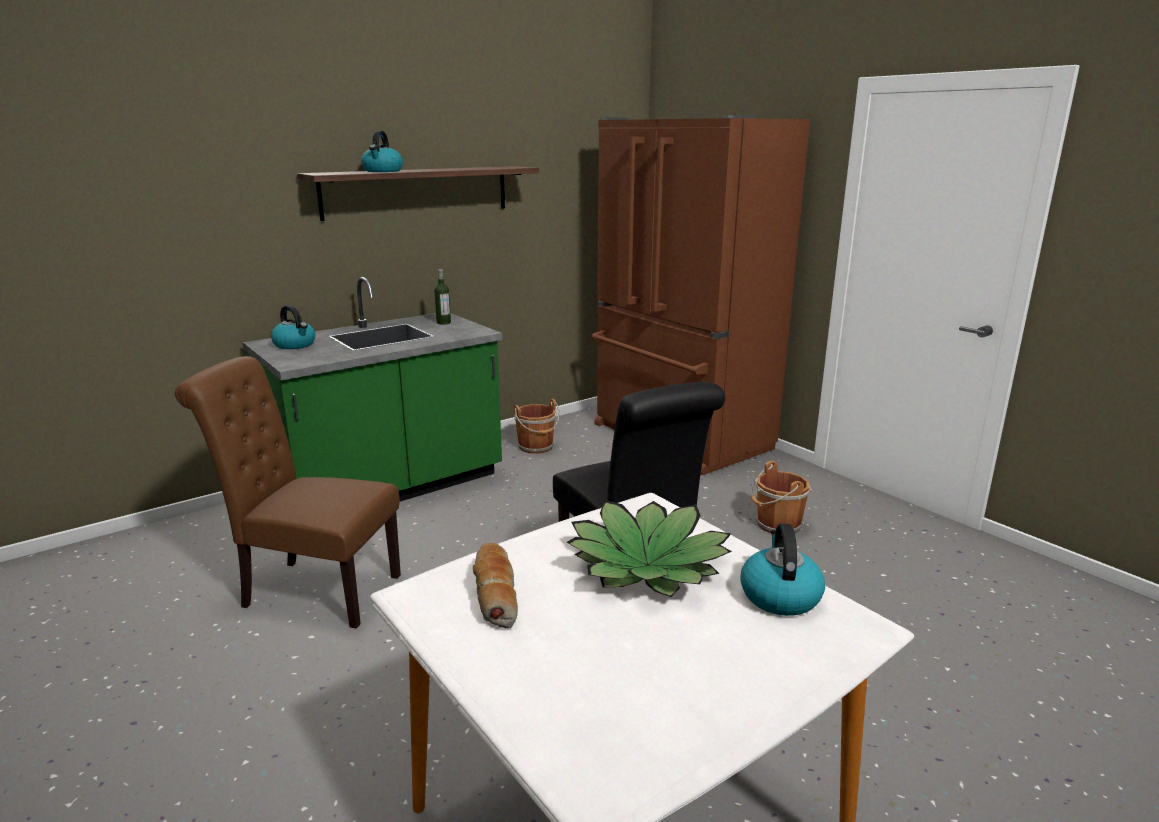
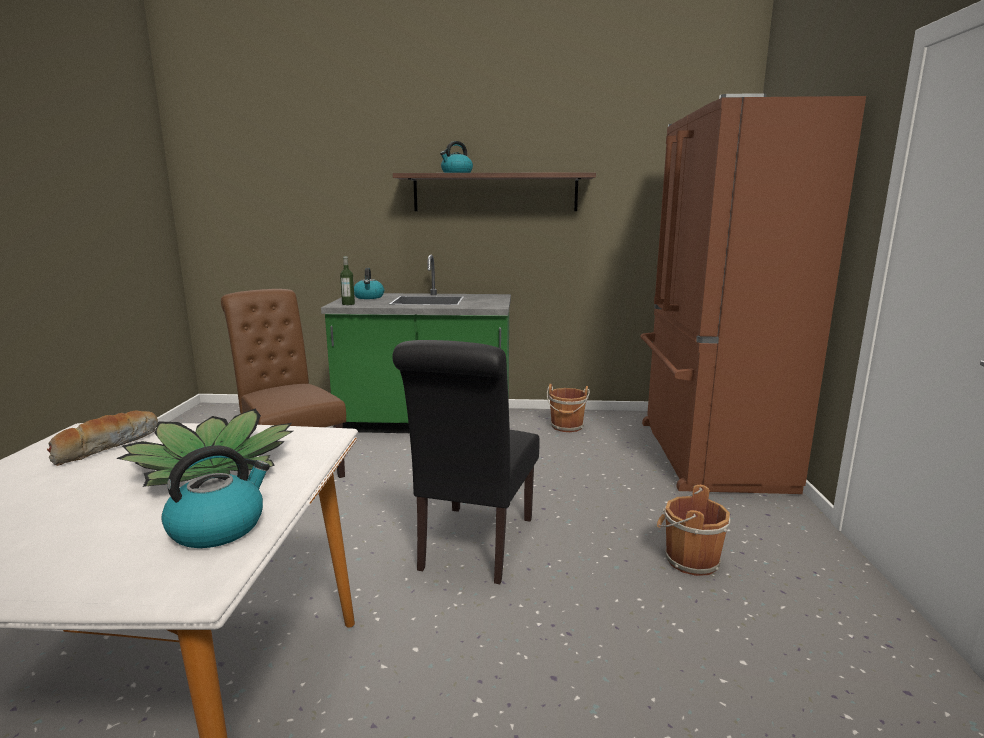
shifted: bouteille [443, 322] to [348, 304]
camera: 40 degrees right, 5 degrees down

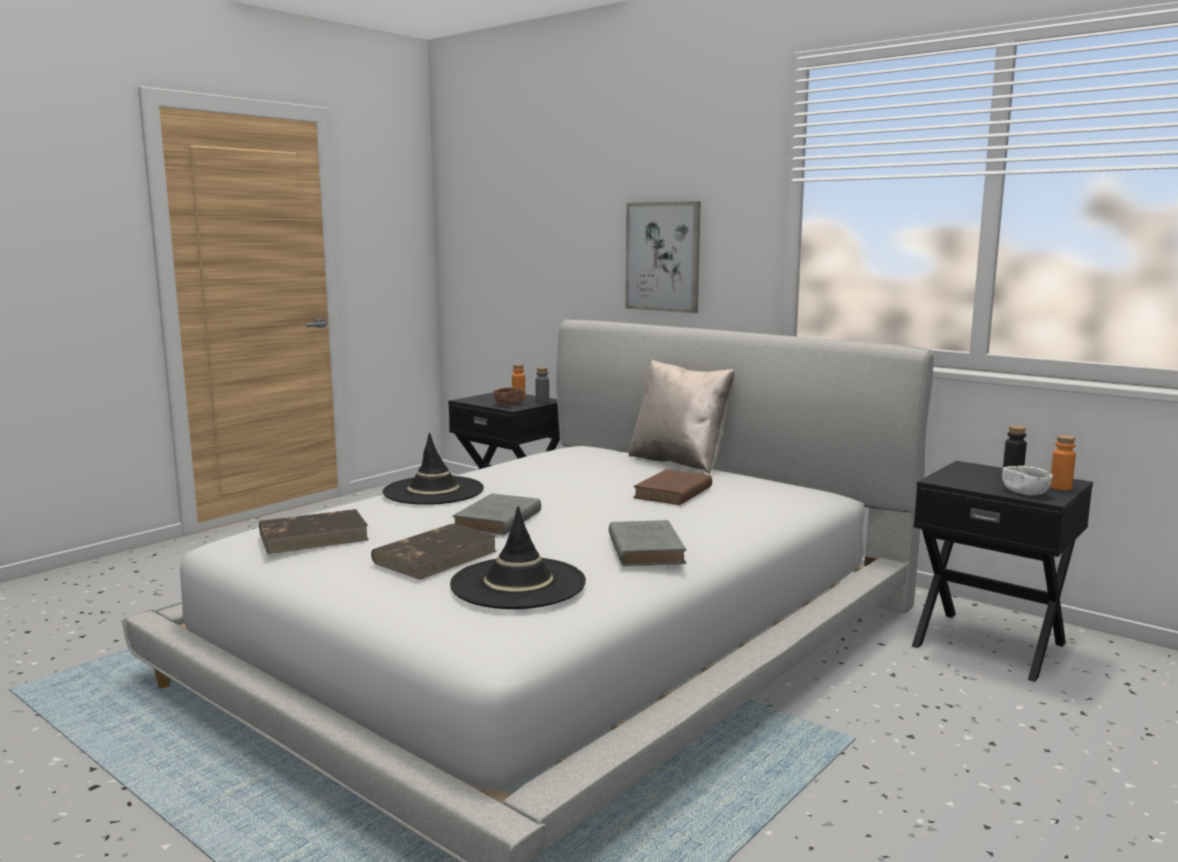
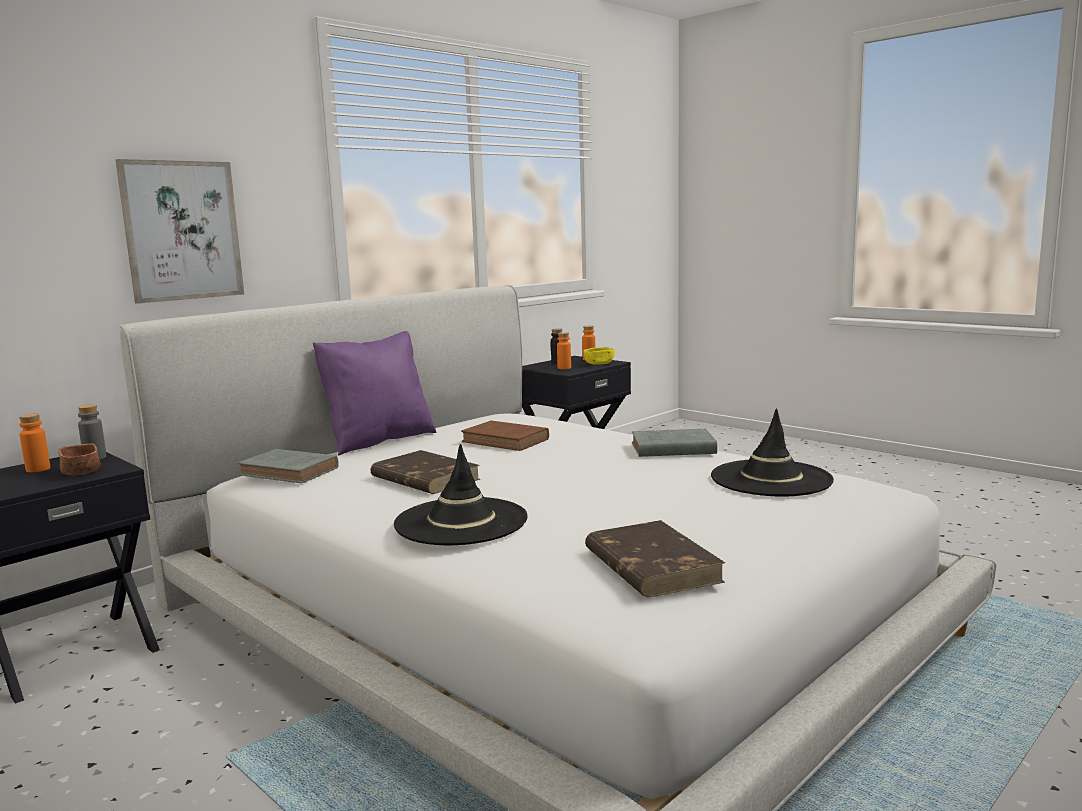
new: bouteille (orange) [564, 368]
shifted: livre (marron) [436, 556] to [424, 478]; livre (gris) [496, 521] to [291, 472]
repainted: coussin (beige) [679, 462] to coussin (violet) [378, 440]; bol (blanc) [1025, 492] to bol (jaune) [599, 363]
camera: 85 degrees left, 0 degrees up

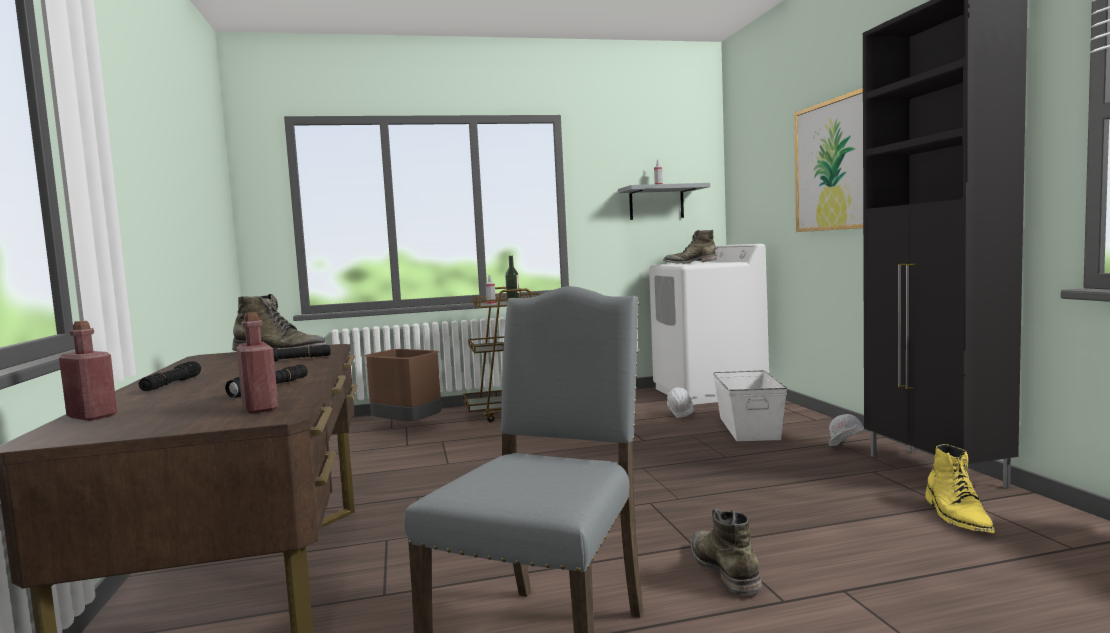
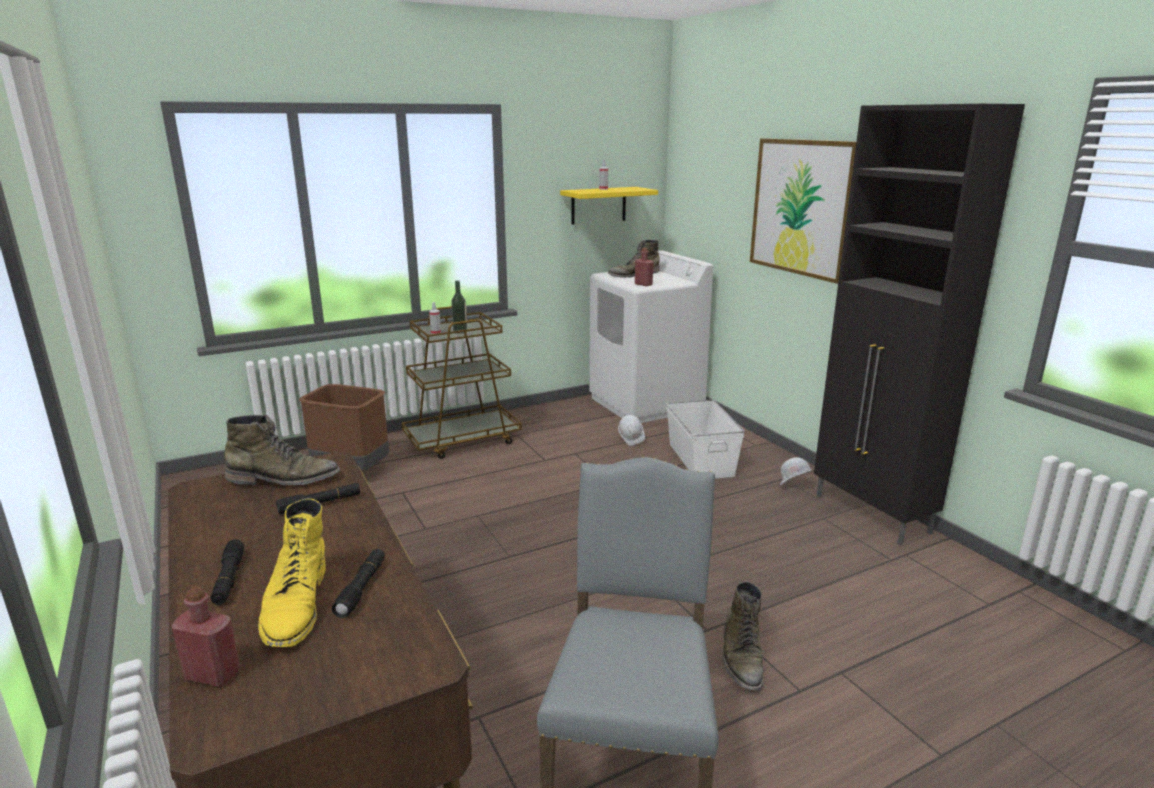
shifted: bouteille (rouge) [260, 408] to [643, 284]; botte (jaune) [957, 516] to [296, 605]
repainted: étagère (gris) [656, 203] to étagère (jaune) [598, 205]
rotated: botte (vert) [724, 569] = [741, 657] 150 degrees counterclockwise
camera: 15 degrees left, 15 degrees up

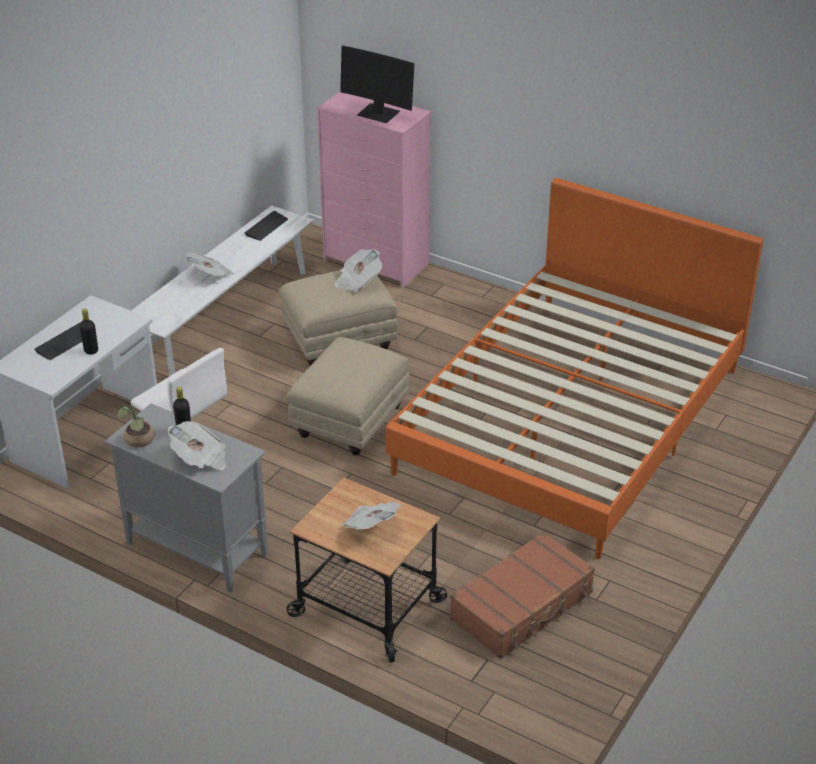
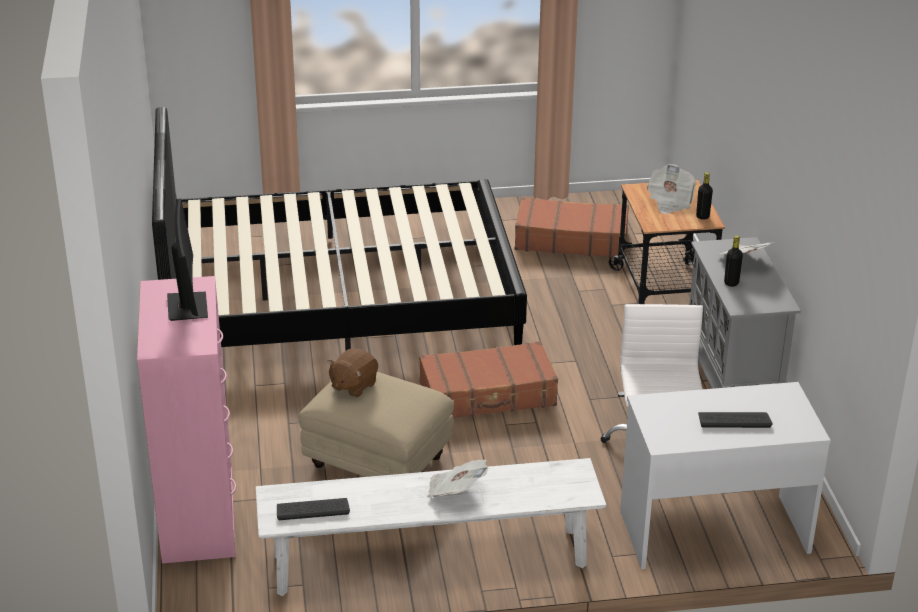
gone: plante en pot [138, 442]
shifted: bouteille (noir) [91, 351] to [702, 216]
swapped: pouf (beige) [349, 423] to valise (marron) [488, 395]; journal [358, 281] to peluche (marron) [353, 386]
repainted: lit (orange) [572, 419] to lit (noir) [338, 295]
camera: 130 degrees left, 5 degrees down

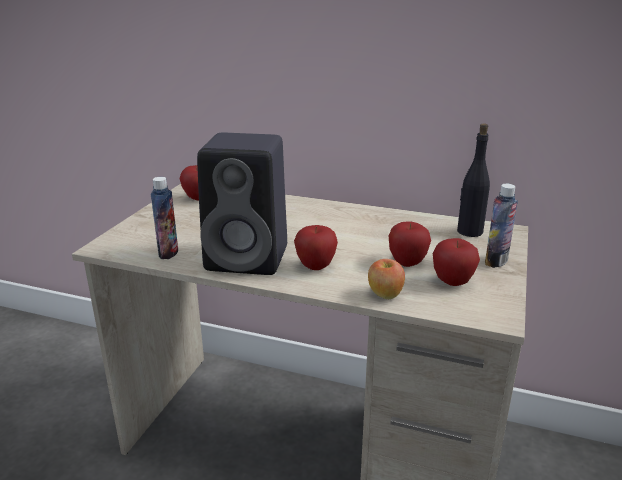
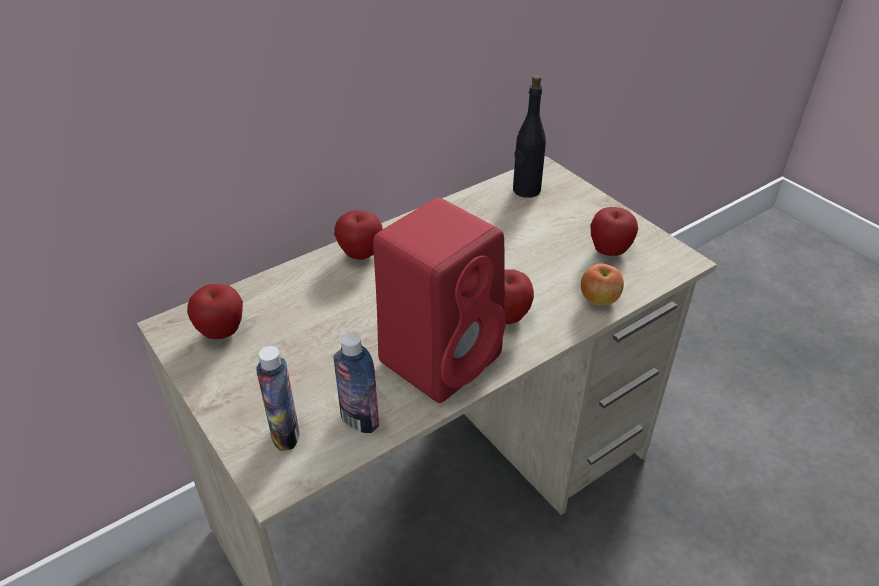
shifted: pomme [407, 263] to [360, 254]; bouteille [496, 261] to [285, 434]
repainted: enceinte (noir) [250, 258] to enceinte (rouge) [442, 356]
camera: 55 degrees left, 15 degrees up

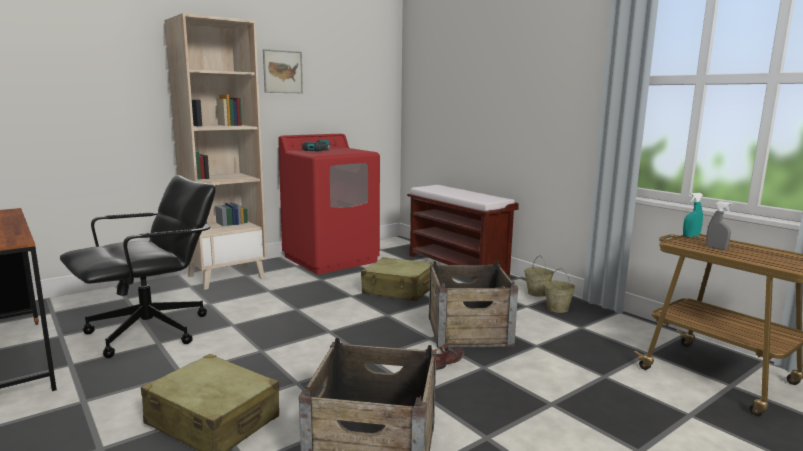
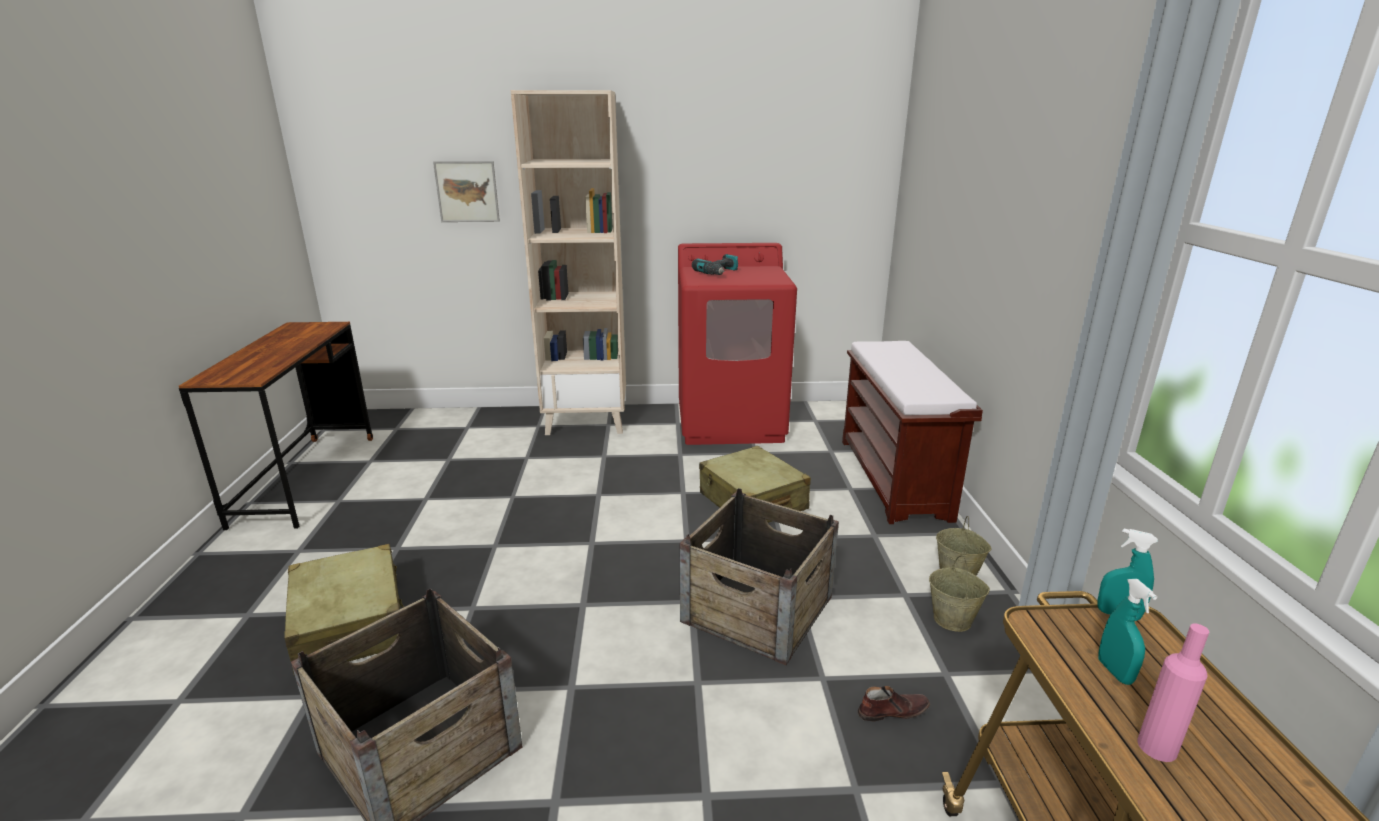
gone: chaise de bureau (noir) [151, 331]
new: bouteille (rose) [1157, 747]
shifted: tableau [283, 72] to [467, 191]; chaussure (marron) [447, 362] to [892, 711]
repainted: vaporisateur (gris) [716, 248] to vaporisateur (turquoise) [1114, 672]
camera: 35 degrees right, 10 degrees up

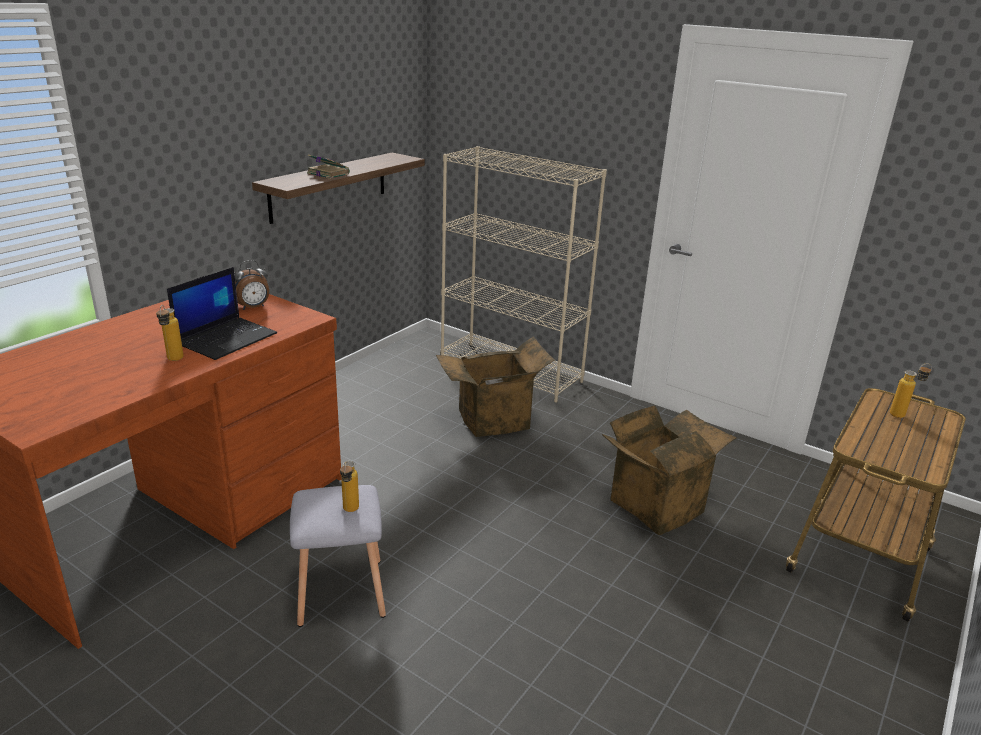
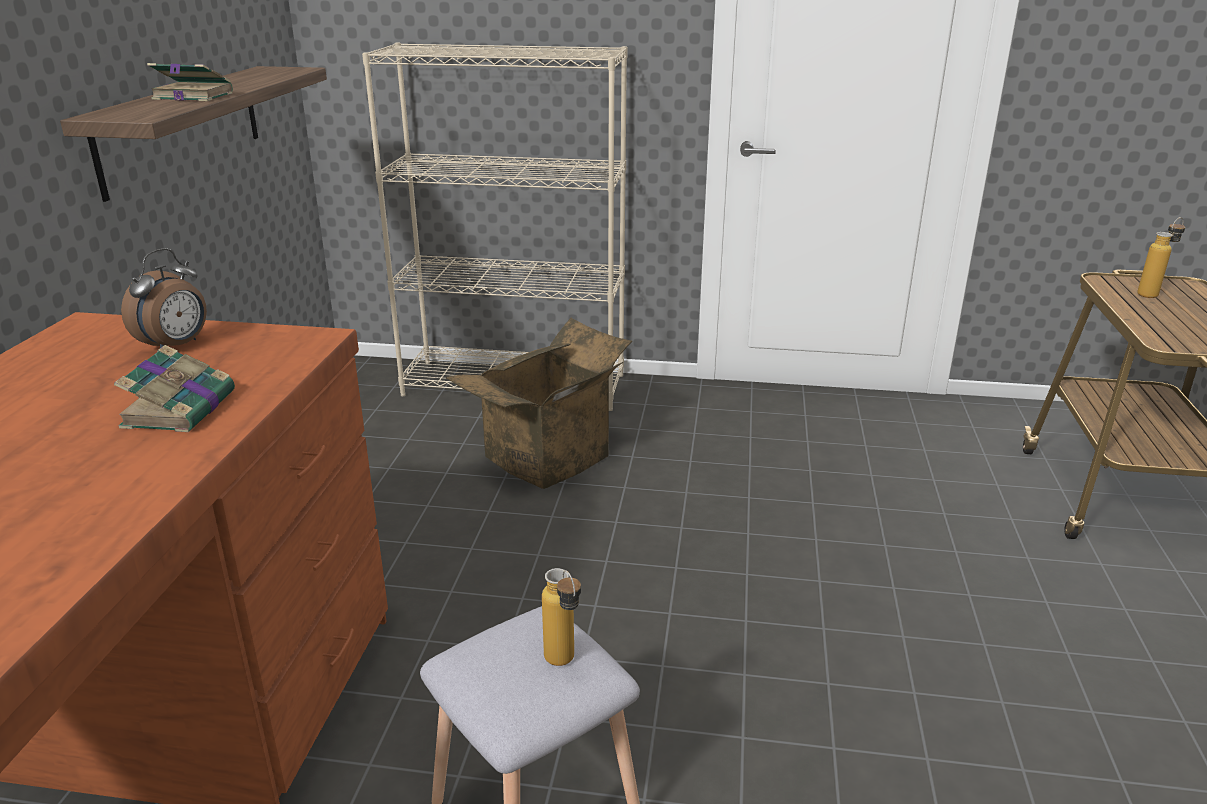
gone: bouteille [173, 361]; carton [654, 503]
swapped: ordinateur portable [227, 338] to livre [181, 408]
camera: 25 degrees left, 0 degrees up

